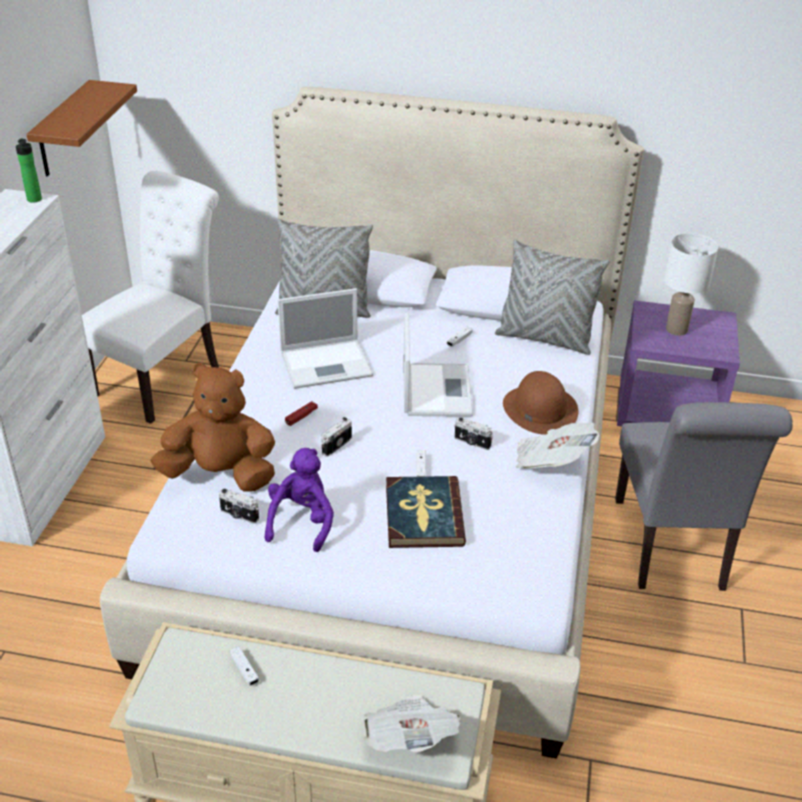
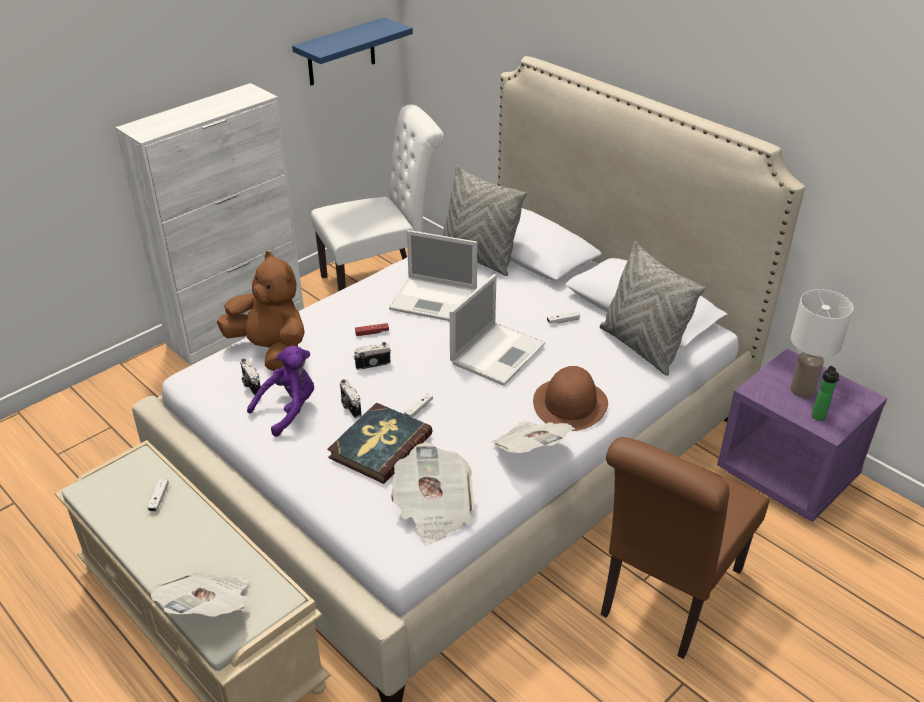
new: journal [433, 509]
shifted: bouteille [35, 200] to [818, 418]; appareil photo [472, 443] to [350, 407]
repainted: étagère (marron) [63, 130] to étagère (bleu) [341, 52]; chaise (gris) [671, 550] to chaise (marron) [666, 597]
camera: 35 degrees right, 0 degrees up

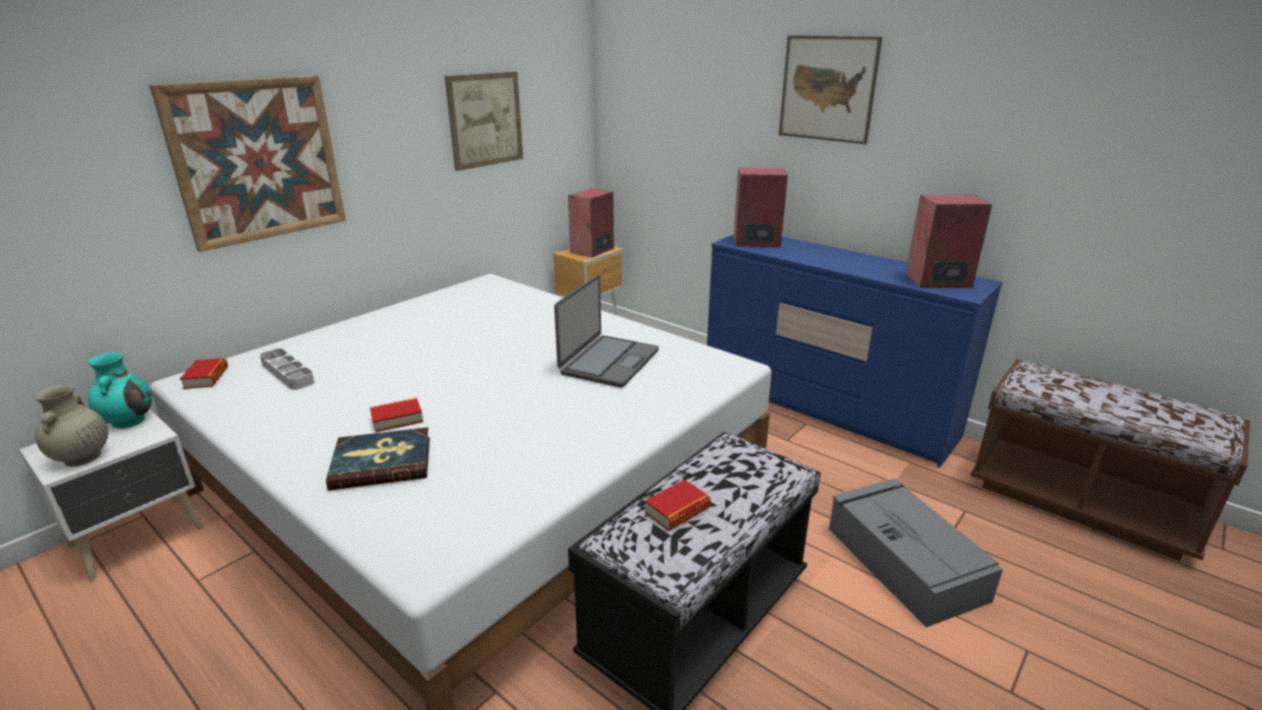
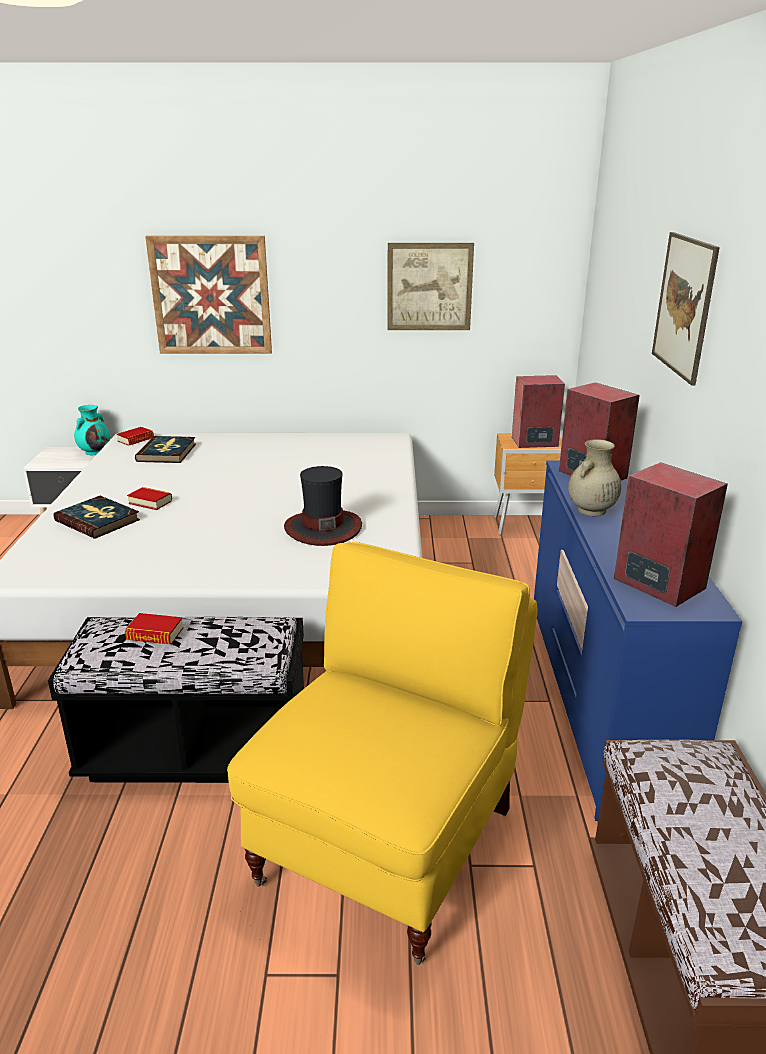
shifted: vase (beige) [82, 458] to [591, 510]
swapped: plateau (gris) [287, 373] to livre [167, 452]; ordinateur portable [608, 362] to chapeau [323, 528]; boîte de rangement (gris) [903, 561] to fauteuil (jaune) [389, 843]
camera: 50 degrees right, 0 degrees up

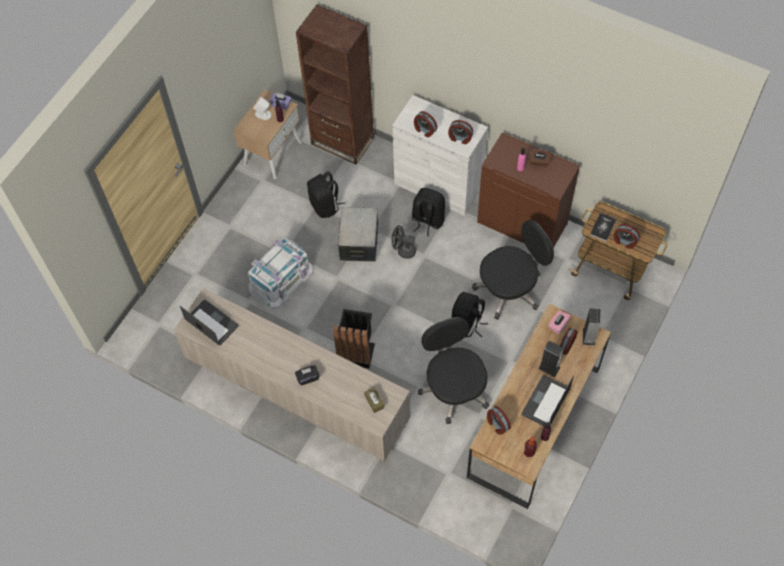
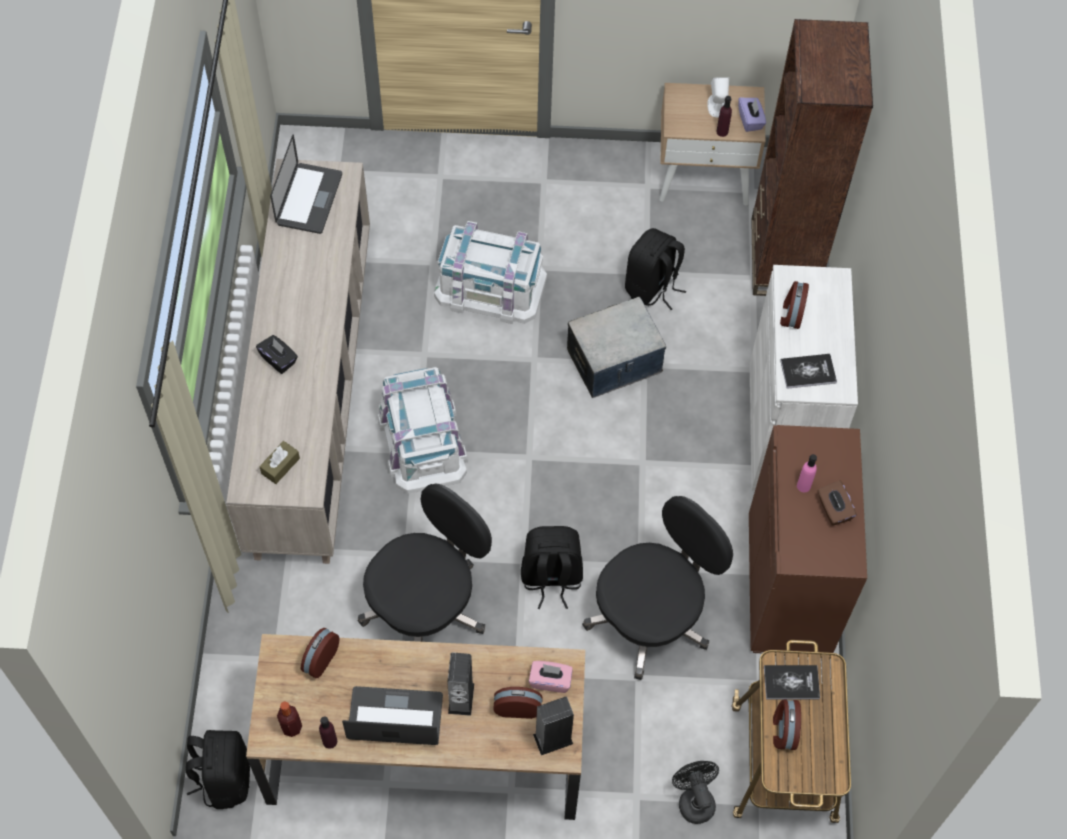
shifted: ventilateur (noir) [403, 250] to [694, 799]; sac à dos (noir) [427, 220] to [224, 778]
swapped: poubelle (noir) [356, 351] to boîte de rangement (blanc) [421, 440]; réveil [460, 138] to livre [808, 371]
rotated: chaise de bureau (noir) [510, 289] = [651, 616] 75 degrees counterclockwise
camera: 60 degrees right, 0 degrees up

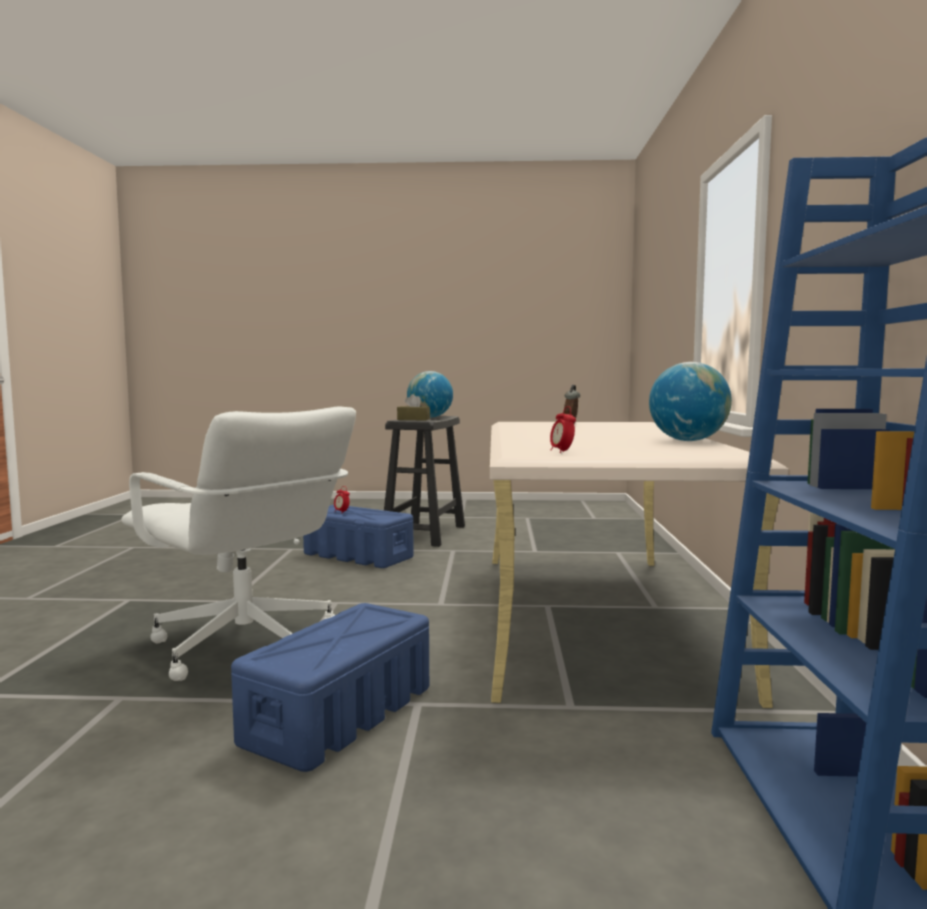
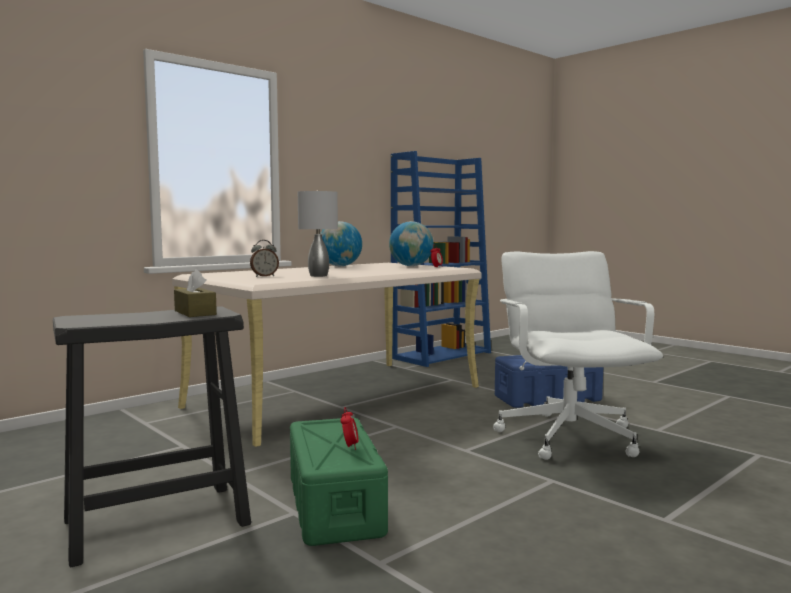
new: lampe de table (gris) [318, 276]
shifted: globe [430, 417] to [411, 266]
repainted: boîte de rangement (bleu) [358, 556] to boîte de rangement (vert) [334, 504]
camera: 135 degrees left, 0 degrees up

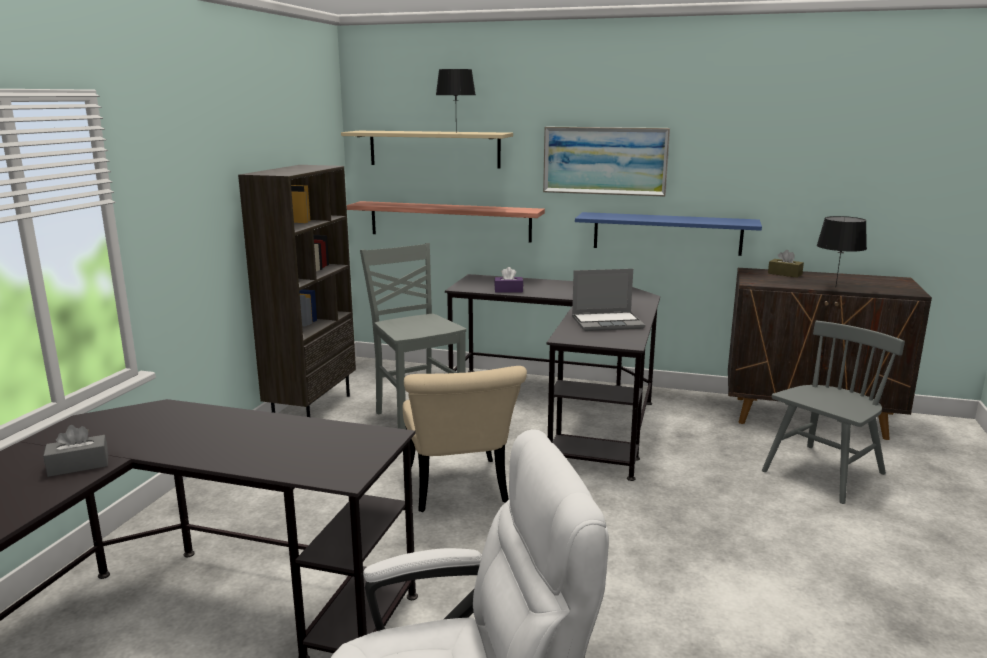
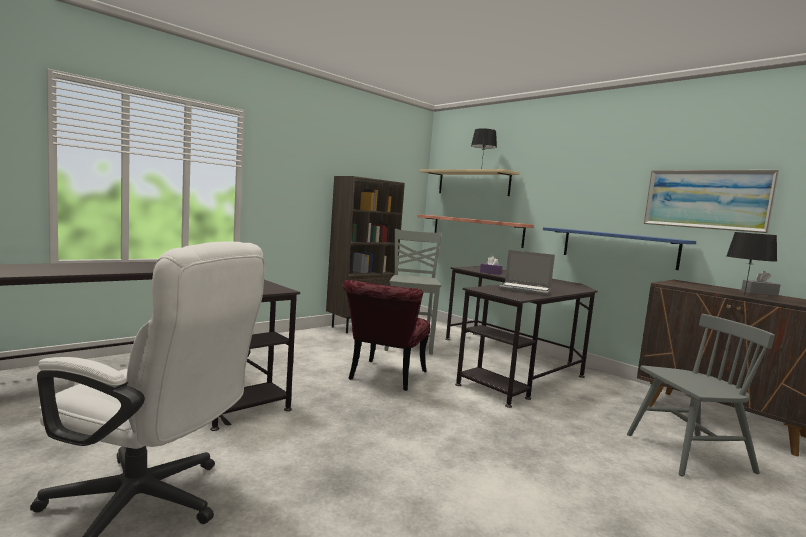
gone: boîte à mouchoirs (marron) [784, 274]
shifted: boîte à mouchoirs (gris) [78, 465] to [759, 293]; tableau [605, 160] to [706, 199]
repainted: chaise (beige) [459, 491] to chaise (rouge) [384, 378]
camera: 30 degrees right, 10 degrees down

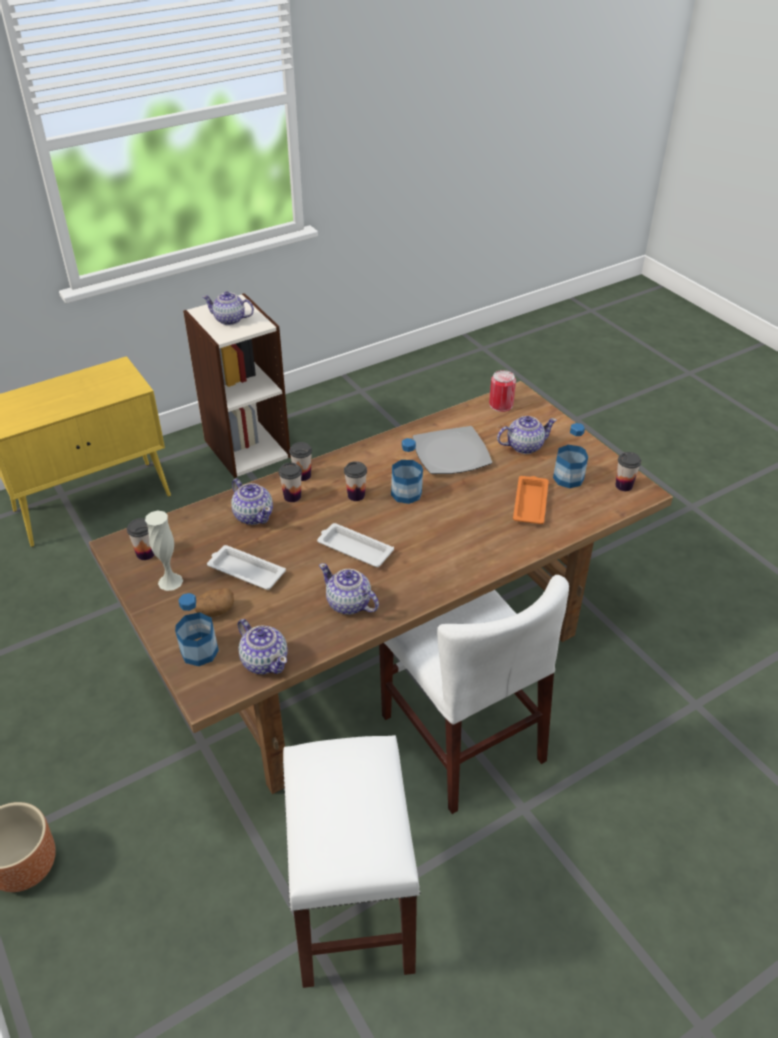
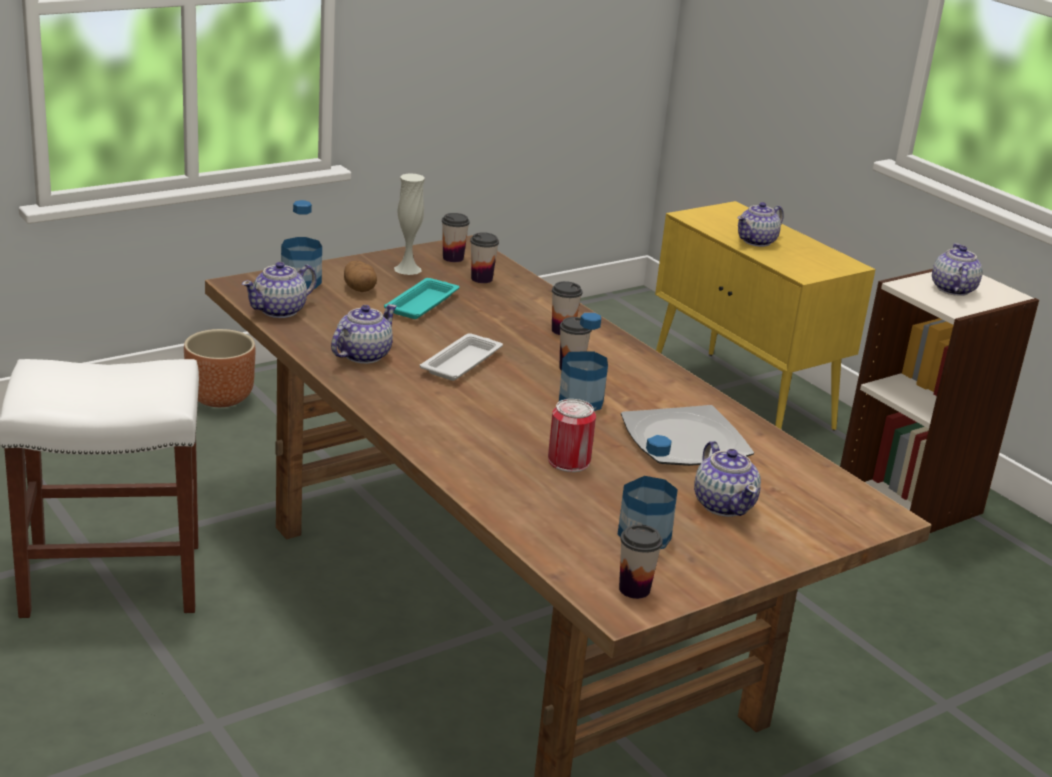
gone: chaise (blanc) [461, 737]; plateau (orange) [530, 503]
shifted: théière [253, 515] to [757, 241]; tasse [302, 475] to [481, 279]; boîte métallique [501, 405] to [569, 461]
repainted: plateau (blanc) [245, 571] to plateau (turquoise) [423, 303]
camera: 85 degrees right, 15 degrees down

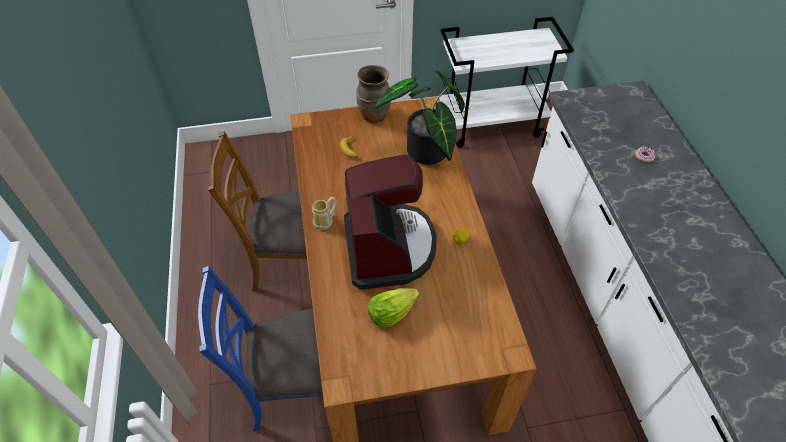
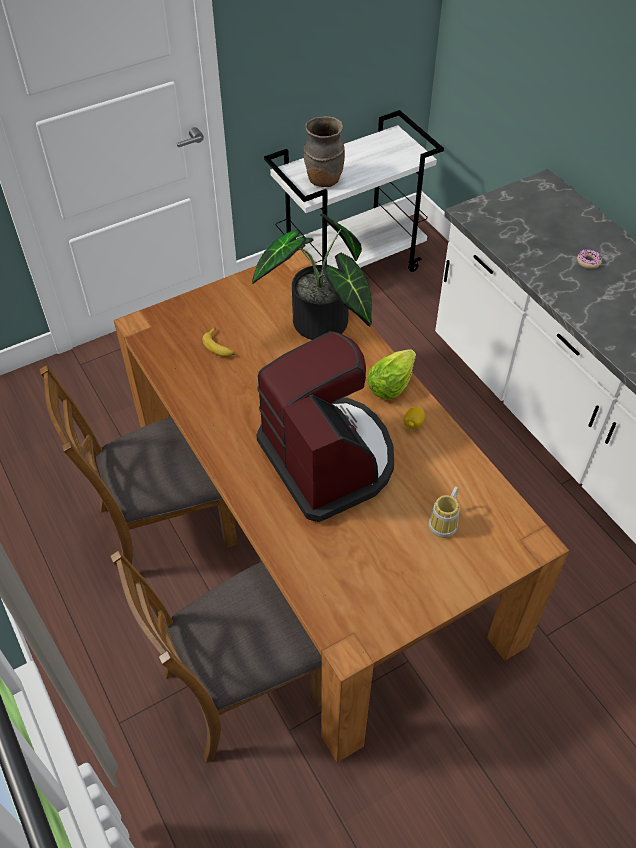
shifted: mug [326, 222] to [446, 523]; vase (marron) [373, 115] to [323, 180]; laitue [391, 313] to [390, 385]
repainted: chaise (bleu) [297, 387] to chaise (marron) [241, 685]
camera: 20 degrees left, 0 degrees up

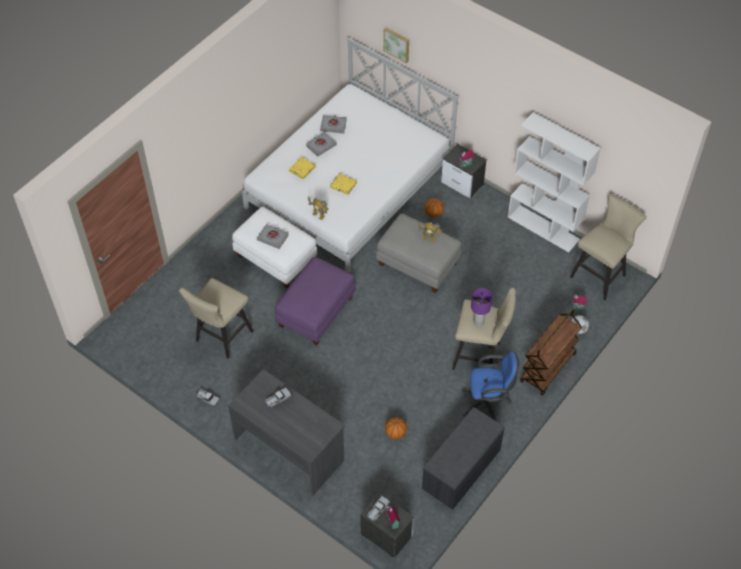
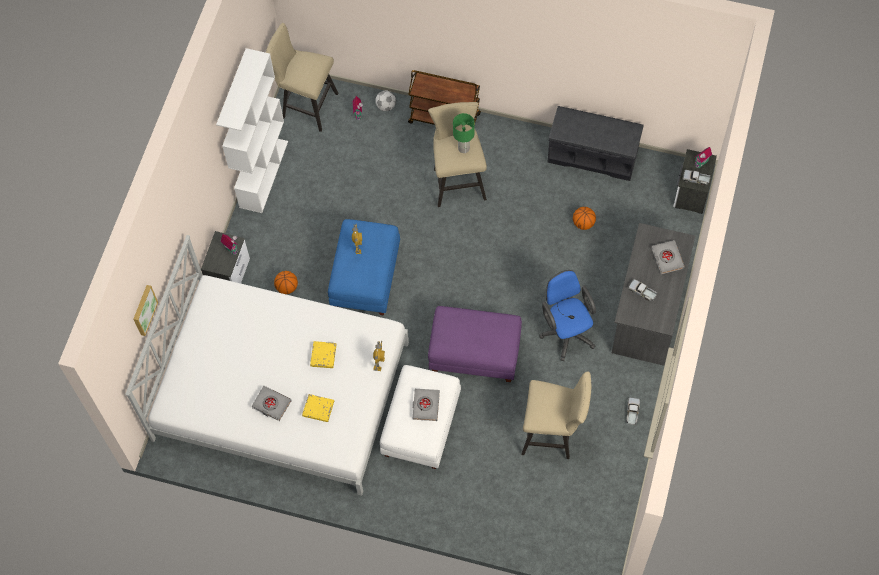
shifted: livre (gris) [333, 126] to [667, 258]; chaise de bureau (bleu) [488, 403] to [566, 331]
repainted: pouf (gris) [418, 264] to pouf (bleu) [365, 277]; lampe de table (violet) [478, 322] to lampe de table (vert) [464, 148]
camera: 110 degrees left, 10 degrees up

